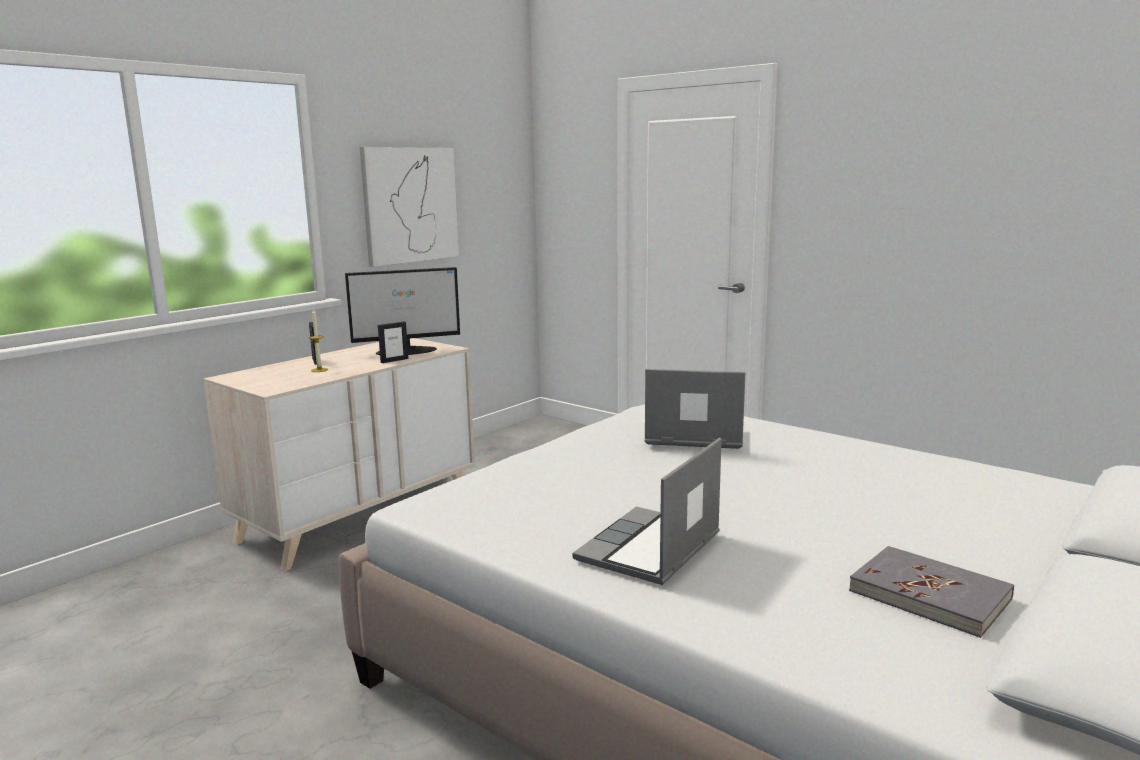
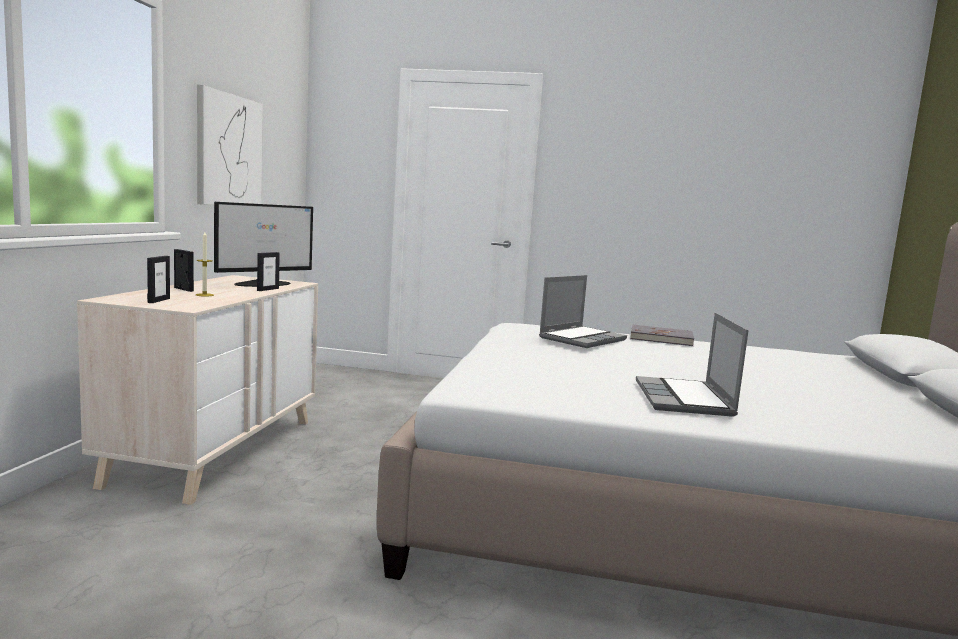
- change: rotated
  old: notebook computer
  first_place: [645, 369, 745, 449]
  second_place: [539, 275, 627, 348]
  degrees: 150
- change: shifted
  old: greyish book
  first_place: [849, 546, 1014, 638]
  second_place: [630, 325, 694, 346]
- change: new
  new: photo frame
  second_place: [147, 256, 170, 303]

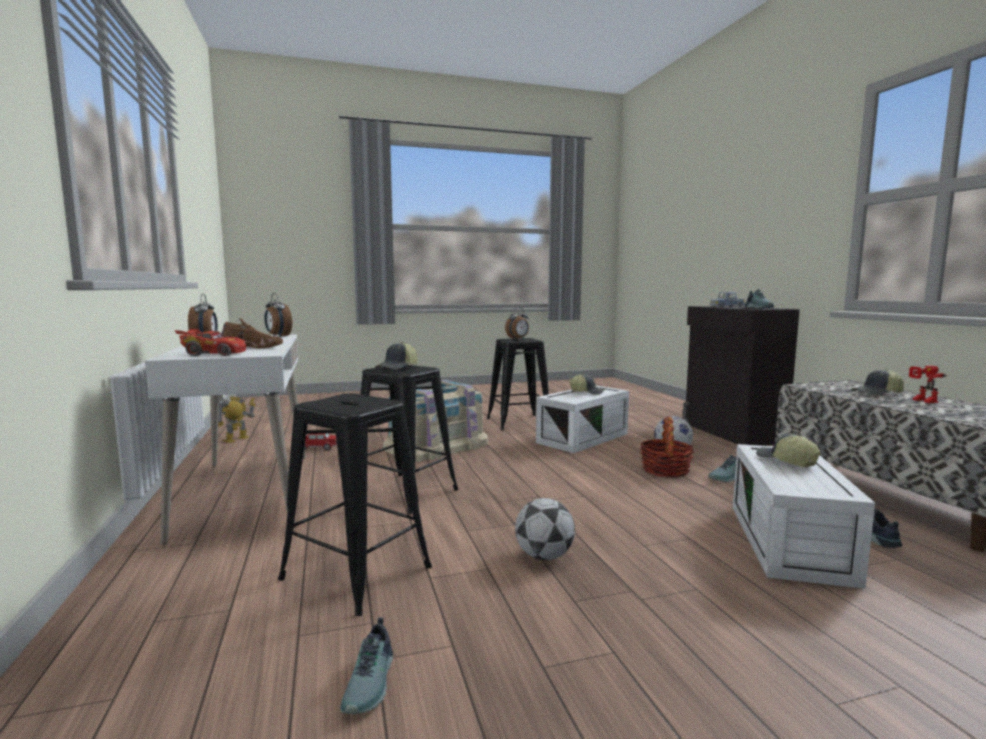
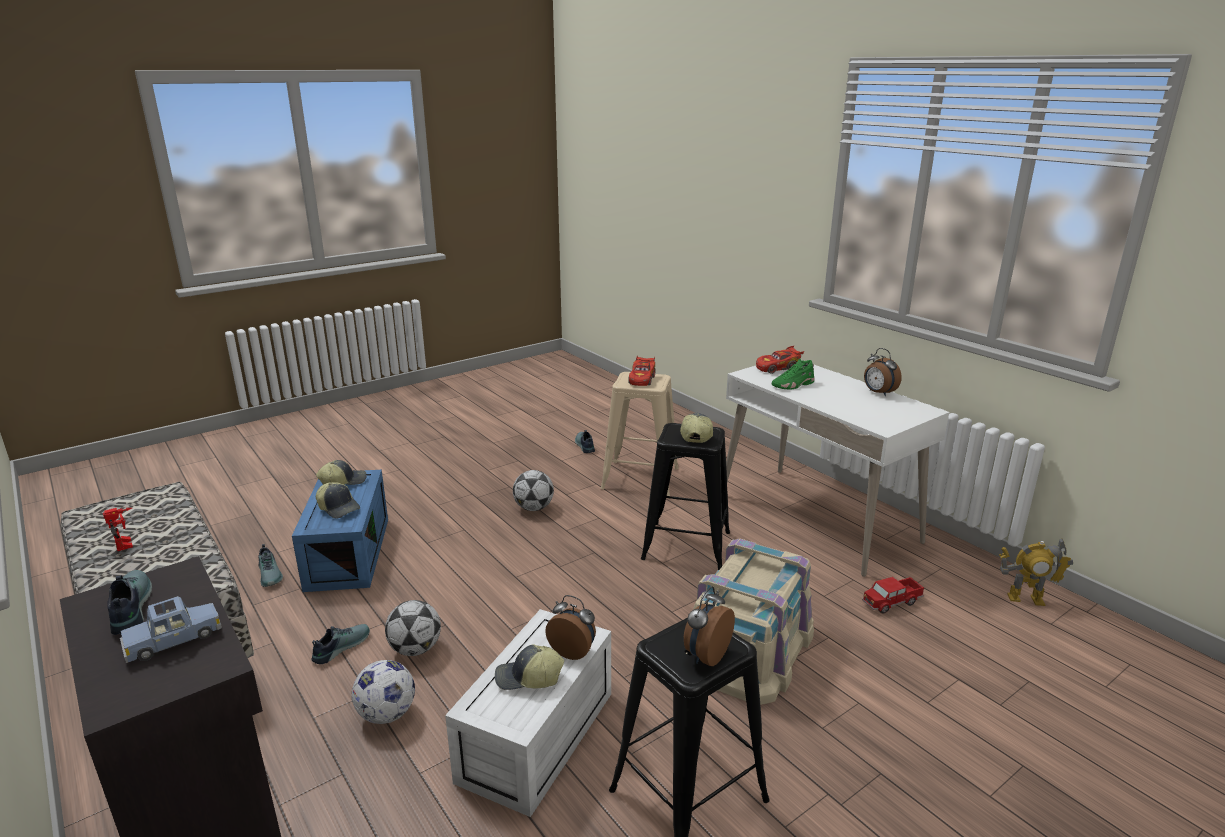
- change: shifted
  old: bedside clock
  first_place: [264, 293, 292, 337]
  second_place: [545, 595, 596, 660]
- change: repainted
  old: brown-coloured shoe
  new: green shoe
  first_place: [222, 318, 283, 349]
  second_place: [772, 358, 815, 390]
- change: shifted
  old: baseball cap
  first_place: [851, 369, 904, 395]
  second_place: [316, 460, 367, 485]
- change: repainted
  old: blackish sitting stool
  new: sand-coloured sitting stool
  first_place: [278, 393, 432, 616]
  second_place: [601, 372, 679, 496]
- change: rotated
  old: toy robot
  first_place: [218, 395, 256, 443]
  second_place: [999, 539, 1073, 606]
  degrees: 90
- change: swapped
  old: basket
  new: ball for football
  first_place: [640, 417, 694, 477]
  second_place: [385, 600, 441, 656]
- change: repainted
  old: whitish storage bin
  new: blue-coloured storage bin
  first_place: [733, 444, 875, 589]
  second_place: [292, 470, 388, 592]
- change: new
  new: red-coloured model car
  second_place: [628, 355, 655, 386]

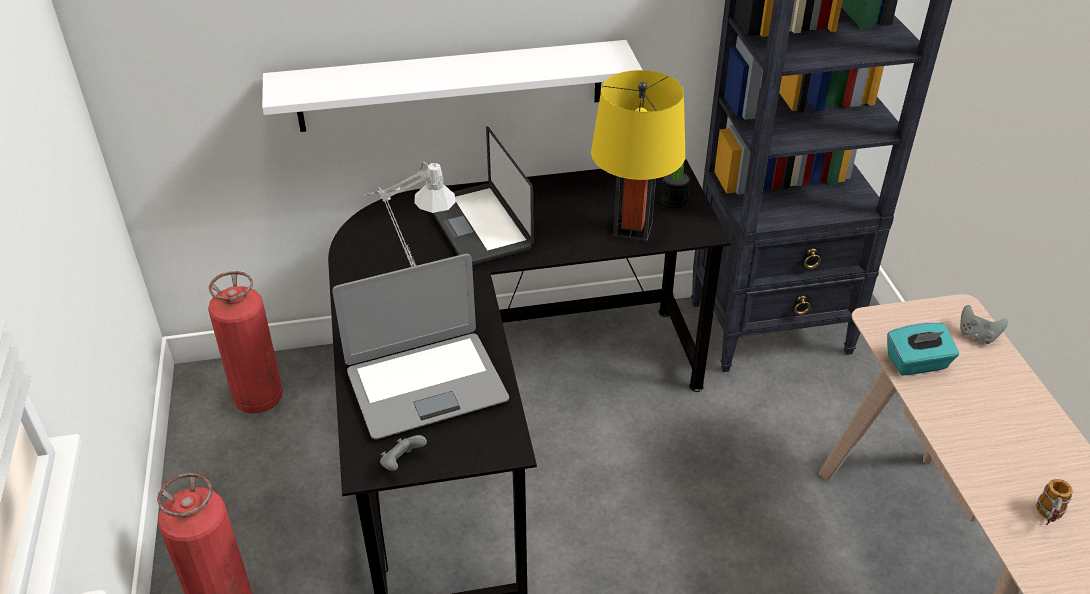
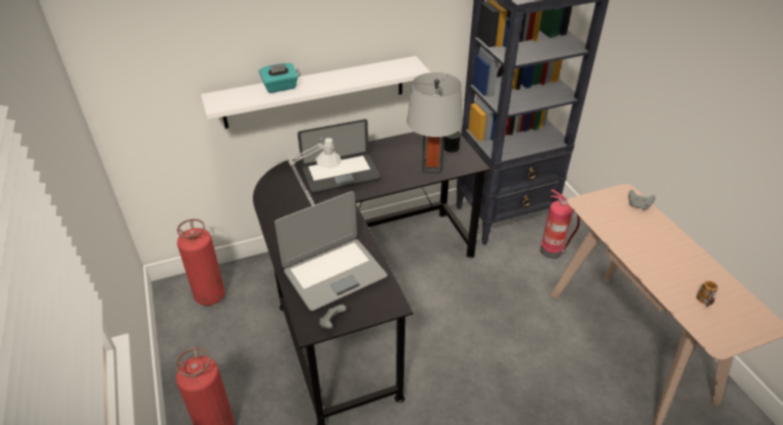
- change: repainted
  old: yellow-coloured lamp for a table
  new: greyish lamp for a table
  first_place: [591, 70, 686, 242]
  second_place: [407, 72, 463, 173]
- change: rotated
  old: notebook computer
  first_place: [433, 126, 534, 266]
  second_place: [298, 119, 380, 194]
  degrees: -75
- change: shifted
  old: turquoise-coloured box of tissues
  first_place: [887, 322, 959, 375]
  second_place: [259, 63, 298, 93]
- change: new
  new: fire extinguisher
  second_place: [540, 189, 580, 259]

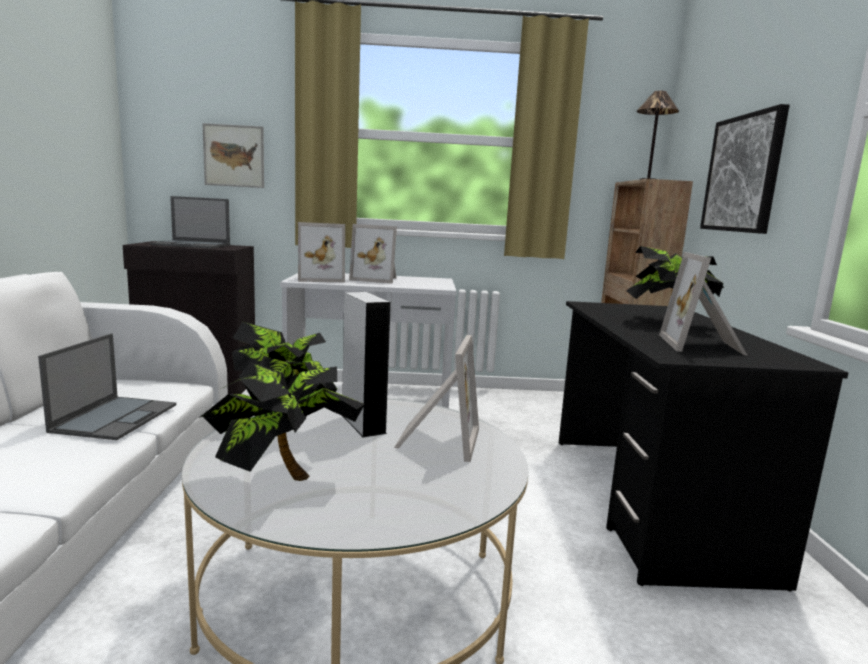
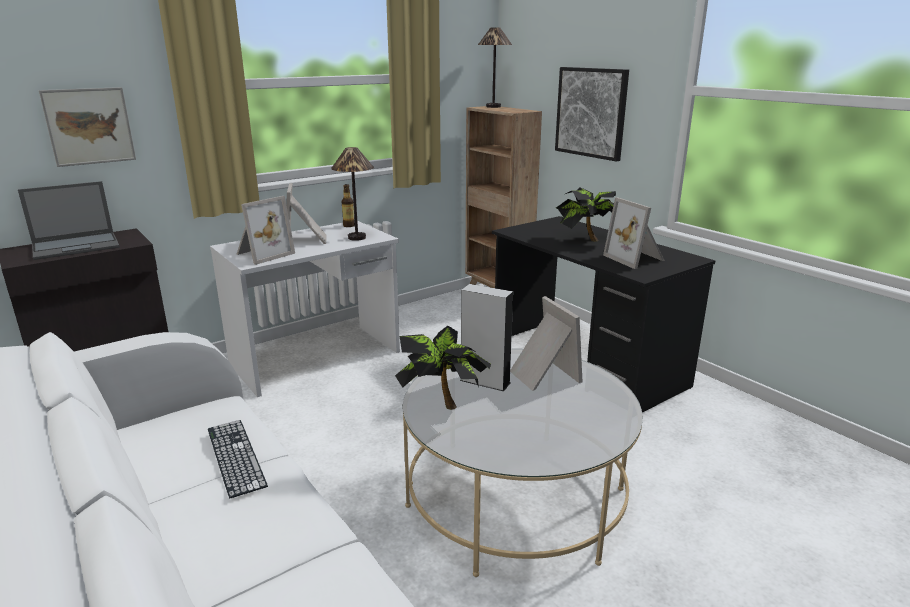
- change: rotated
  old: photo frame
  first_place: [349, 224, 397, 283]
  second_place: [286, 183, 326, 244]
  degrees: 105
- change: swapped
  old: notebook computer
  new: keyboard
  first_place: [38, 333, 176, 440]
  second_place: [208, 420, 268, 498]
- change: gone
  old: houseplant
  first_place: [199, 362, 365, 481]
- change: new
  new: lamp for a table
  second_place: [331, 147, 374, 241]
- change: new
  new: bottle
  second_place: [342, 184, 355, 227]

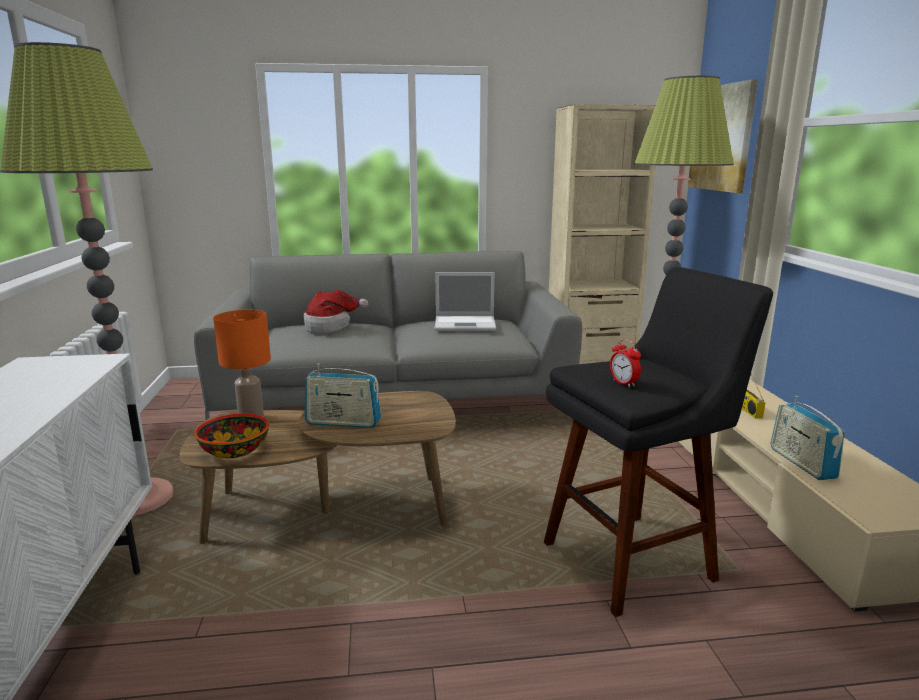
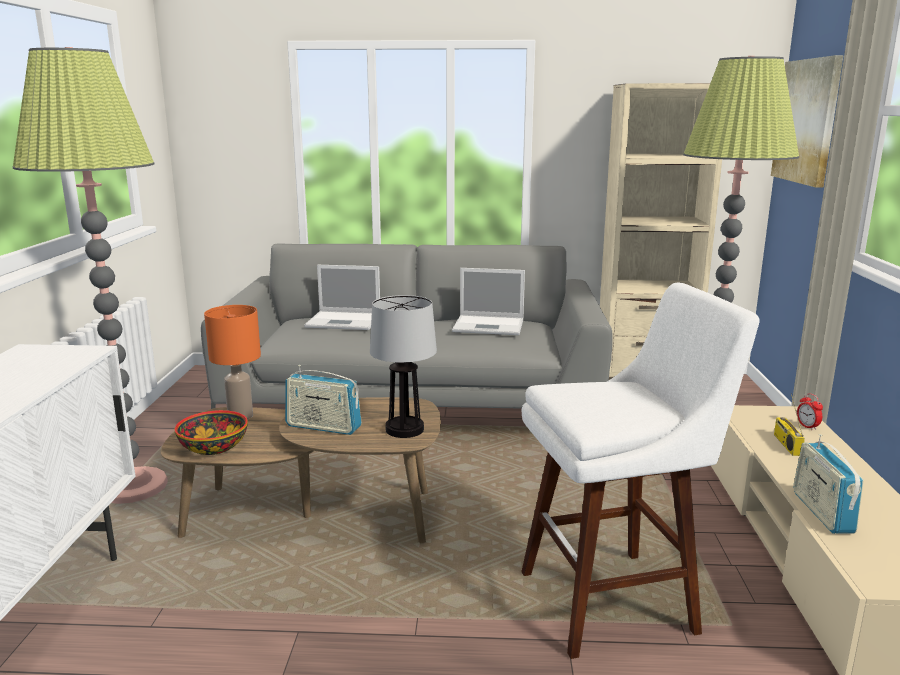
- change: repainted
  old: blackish sitting stool
  new: whitish sitting stool
  first_place: [544, 267, 773, 617]
  second_place: [521, 283, 760, 659]
- change: swapped
  old: clothing hat
  new: notebook computer
  first_place: [304, 290, 368, 334]
  second_place: [304, 265, 380, 330]
- change: shifted
  old: bedside clock
  first_place: [610, 339, 641, 388]
  second_place: [797, 393, 823, 430]
- change: new
  new: lamp for a table
  second_place: [370, 295, 437, 438]

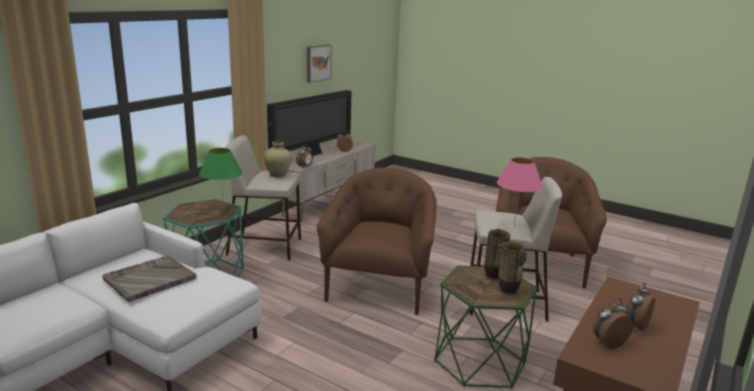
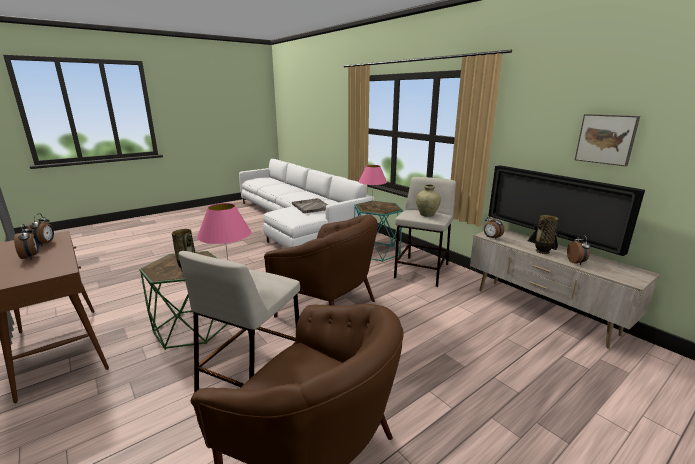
- change: repainted
  old: green lamp for a table
  new: pink lamp for a table
  first_place: [199, 148, 242, 214]
  second_place: [359, 165, 387, 201]
- change: shifted
  old: decorative vase
  first_place: [498, 242, 527, 295]
  second_place: [535, 215, 559, 254]

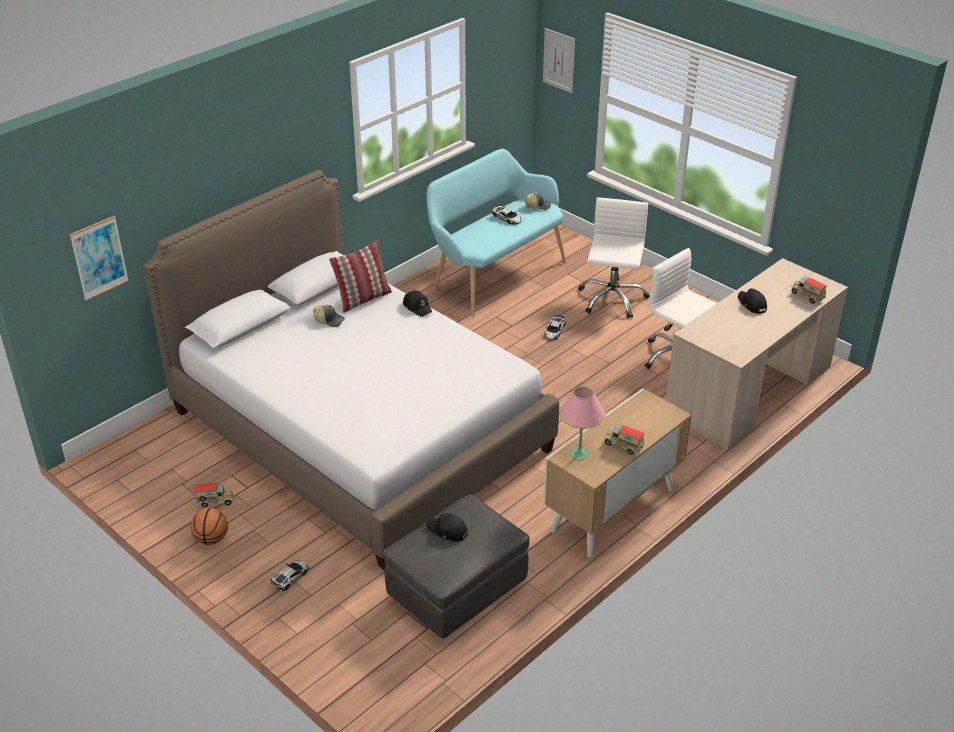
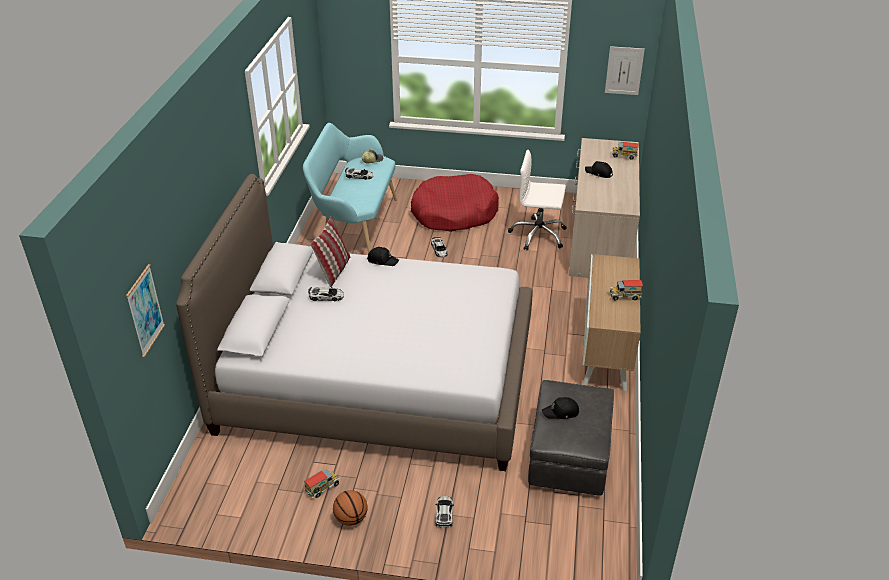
- change: shifted
  old: wall art
  first_place: [543, 28, 575, 93]
  second_place: [605, 46, 645, 95]
- change: swapped
  old: whitish office chair
  new: red-coloured pet bed
  first_place: [578, 197, 649, 318]
  second_place: [411, 174, 499, 232]
- change: swapped
  old: baseball cap
  new: model car
  first_place: [313, 305, 345, 327]
  second_place: [308, 287, 344, 301]
- change: gone
  old: pink lamp for a table
  first_place: [559, 386, 605, 460]

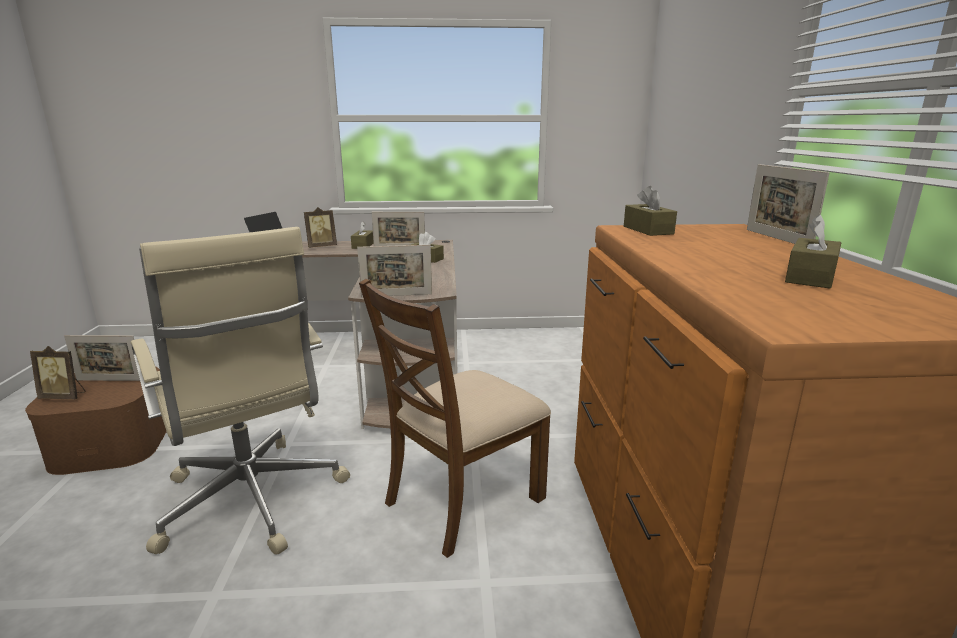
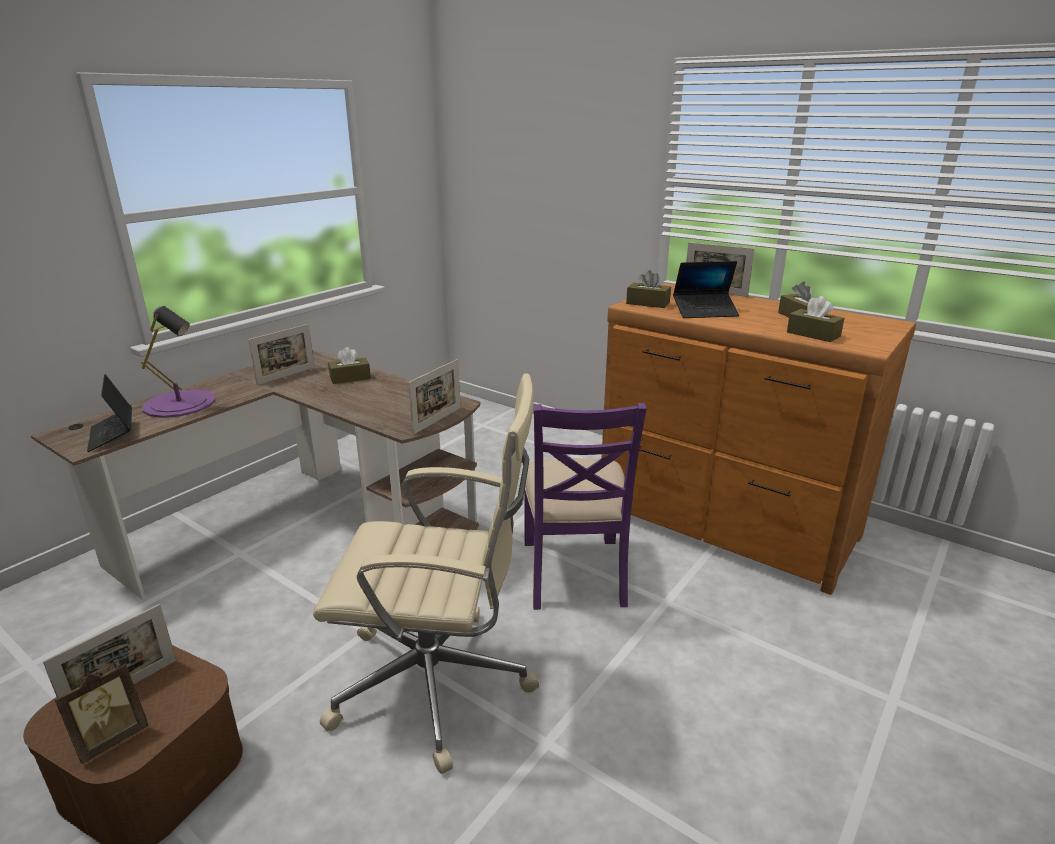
- change: swapped
  old: photo frame
  new: purplish lamp for a table
  first_place: [304, 207, 337, 248]
  second_place: [141, 306, 216, 418]
- change: shifted
  old: brown-coloured box of tissues
  first_place: [351, 221, 374, 249]
  second_place: [787, 296, 844, 342]
- change: repainted
  old: brown-coloured chair
  new: purplish chair
  first_place: [359, 278, 551, 558]
  second_place: [524, 403, 647, 610]
- change: new
  new: notebook computer
  second_place: [673, 261, 740, 318]

